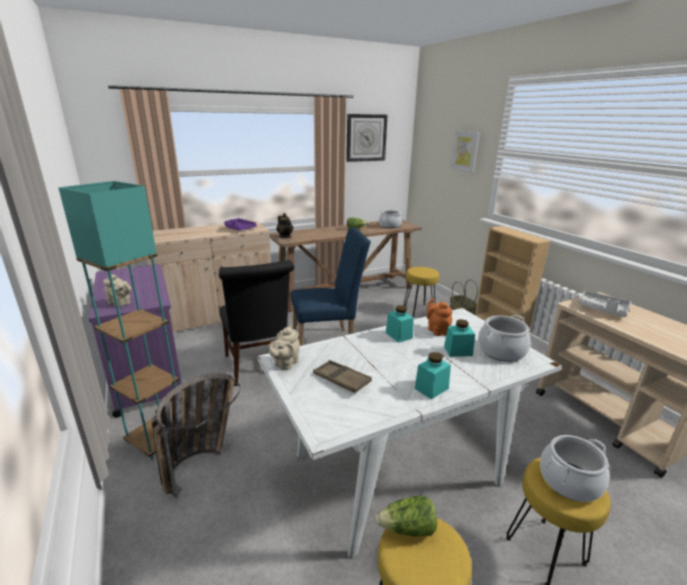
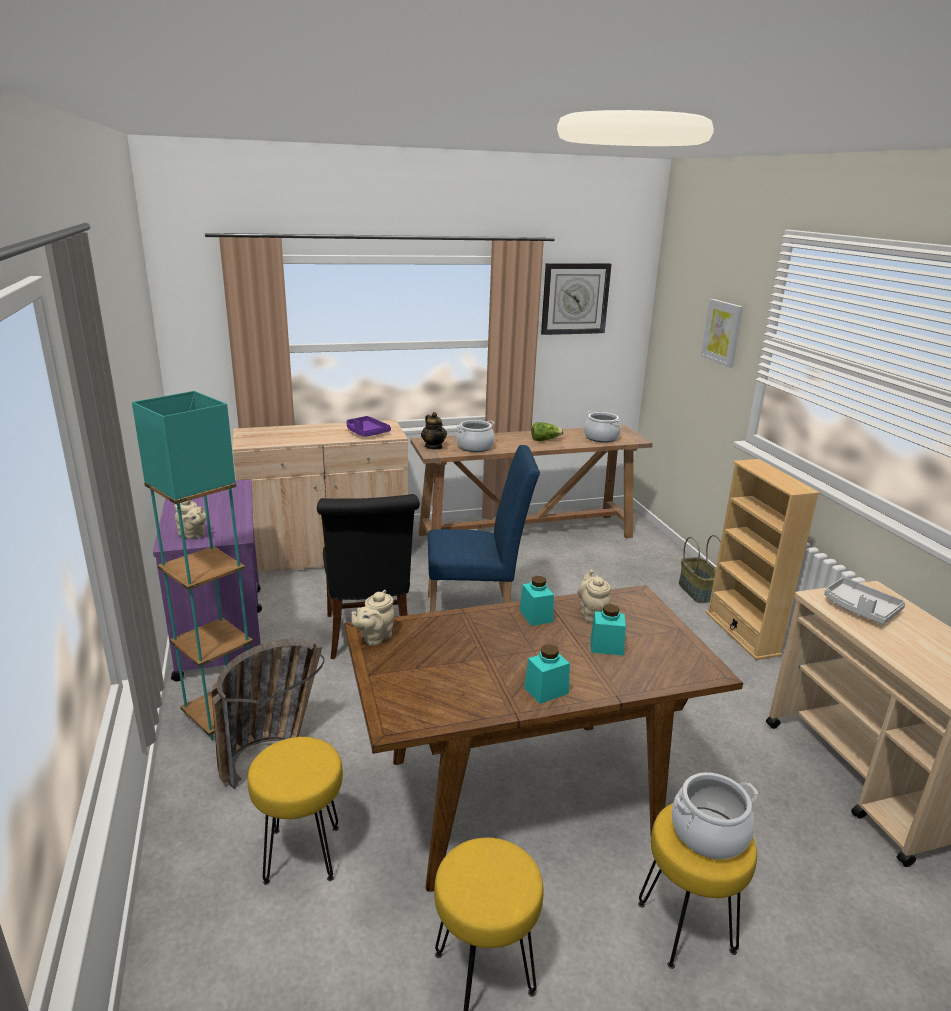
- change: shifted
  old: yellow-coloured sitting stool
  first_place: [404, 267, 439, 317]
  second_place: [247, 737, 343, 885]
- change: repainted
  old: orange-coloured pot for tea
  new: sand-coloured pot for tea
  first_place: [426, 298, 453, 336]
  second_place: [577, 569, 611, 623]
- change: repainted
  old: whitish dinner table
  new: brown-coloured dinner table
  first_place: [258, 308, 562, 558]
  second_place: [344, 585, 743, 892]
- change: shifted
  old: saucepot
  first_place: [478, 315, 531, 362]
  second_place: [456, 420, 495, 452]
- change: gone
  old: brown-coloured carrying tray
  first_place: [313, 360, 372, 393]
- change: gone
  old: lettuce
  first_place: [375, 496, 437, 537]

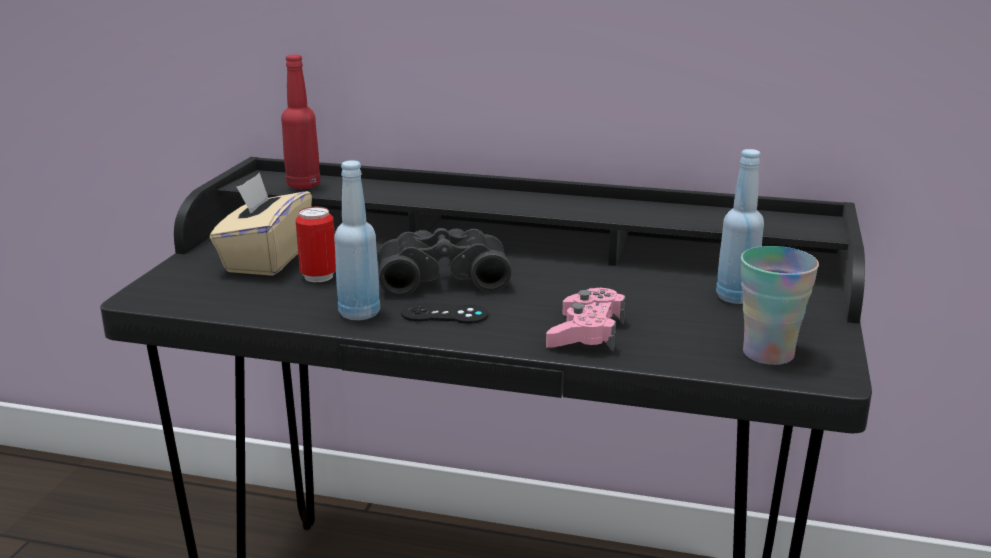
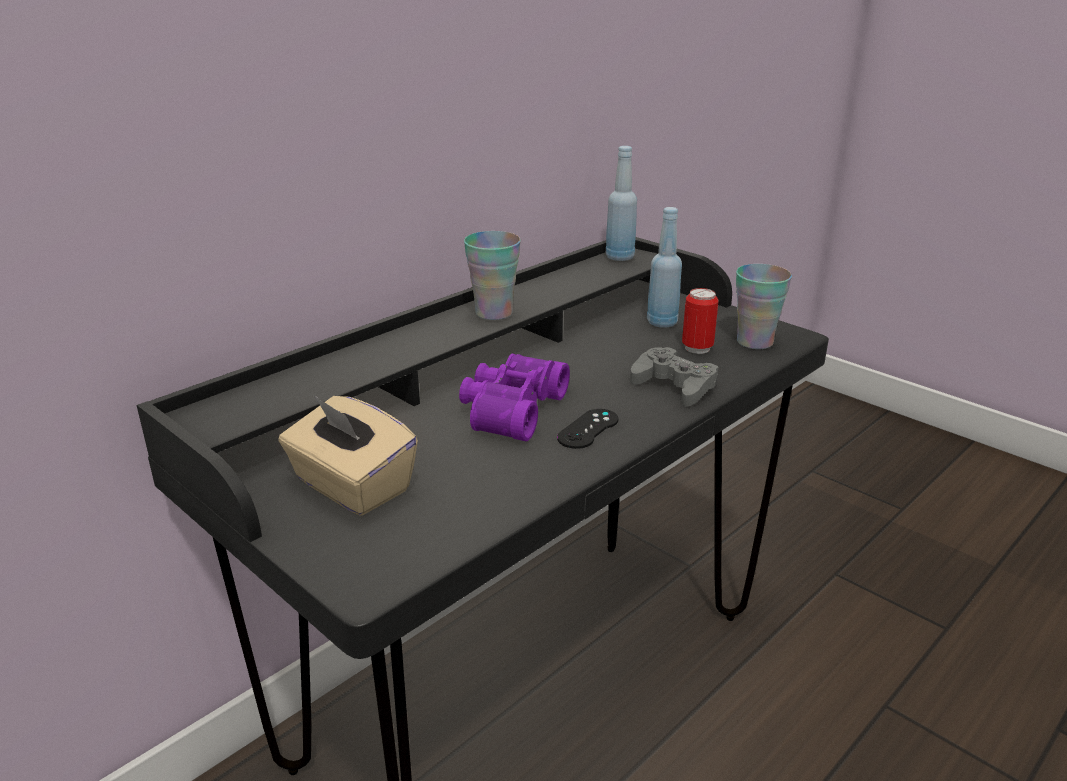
- change: gone
  old: red-coloured bottle
  first_place: [281, 55, 320, 189]
- change: shifted
  old: blue-coloured bottle
  first_place: [334, 160, 380, 320]
  second_place: [606, 146, 637, 261]
- change: shifted
  old: metal can
  first_place: [296, 207, 336, 282]
  second_place: [682, 288, 719, 354]
- change: repainted
  old: blackish binoculars
  new: purplish binoculars
  first_place: [378, 228, 512, 297]
  second_place: [459, 354, 570, 441]
- change: repainted
  old: pink game controller
  new: greyish game controller
  first_place: [546, 288, 626, 352]
  second_place: [630, 347, 719, 407]
- change: new
  new: drinking cup
  second_place: [464, 231, 521, 320]

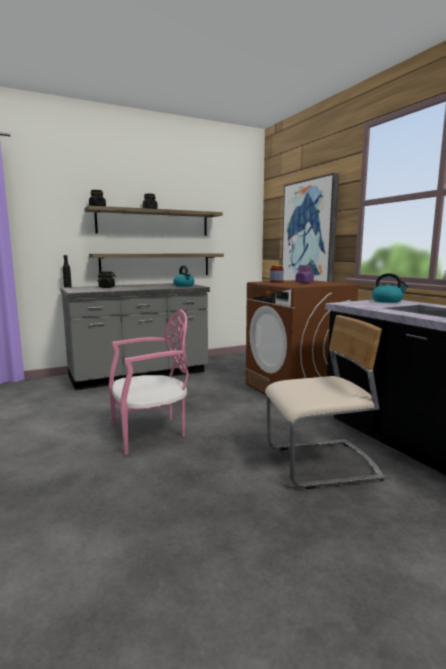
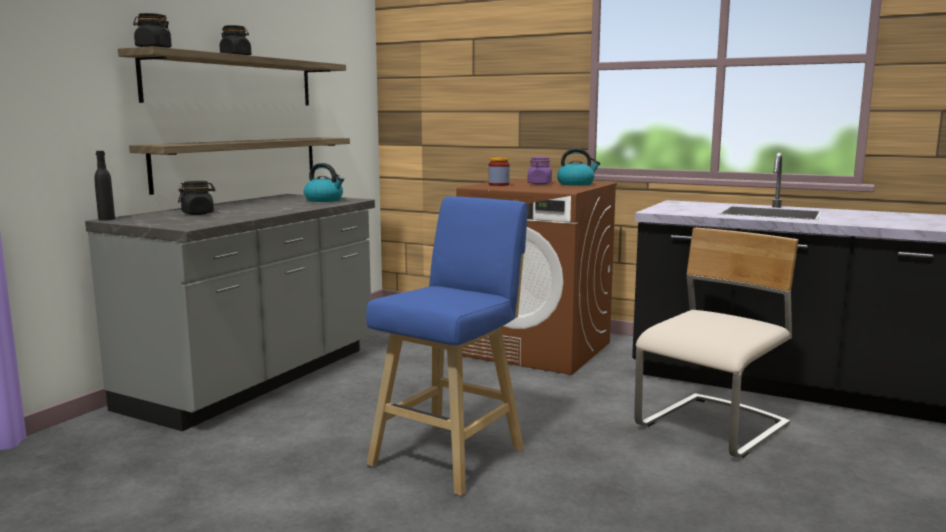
- change: gone
  old: wall art
  first_place: [282, 173, 339, 282]
- change: shifted
  old: tea kettle
  first_place: [372, 273, 409, 303]
  second_place: [557, 148, 600, 186]
- change: swapped
  old: pink chair
  new: blue-coloured sitting stool
  first_place: [109, 310, 189, 455]
  second_place: [366, 196, 527, 496]

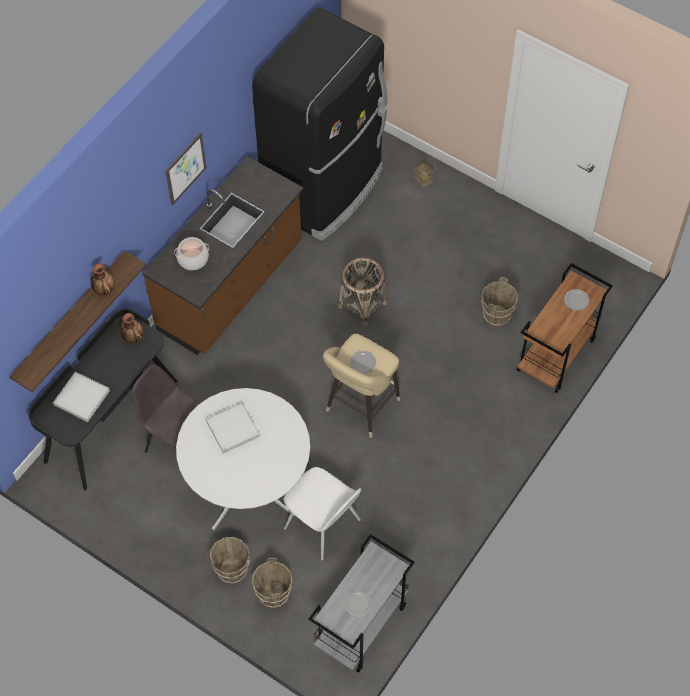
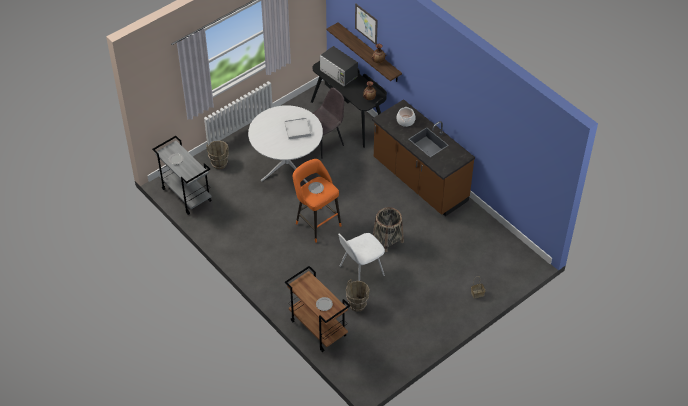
- change: gone
  old: blackish kitchen fridge
  first_place: [252, 7, 387, 241]
- change: shifted
  old: wall art
  first_place: [165, 133, 207, 206]
  second_place: [355, 3, 378, 45]
- change: repainted
  old: sand-coloured sitting stool
  new: orange-coloured sitting stool
  first_place: [323, 334, 400, 438]
  second_place: [293, 159, 341, 243]
- change: swapped
  old: whitish carrying tray
  new: microwave oven
  first_place: [53, 371, 110, 422]
  second_place: [320, 46, 358, 86]
- change: shifted
  old: whitish chair
  first_place: [284, 467, 362, 561]
  second_place: [338, 233, 385, 281]
- change: gone
  old: brown-coloured bucket
  first_place: [209, 537, 250, 584]

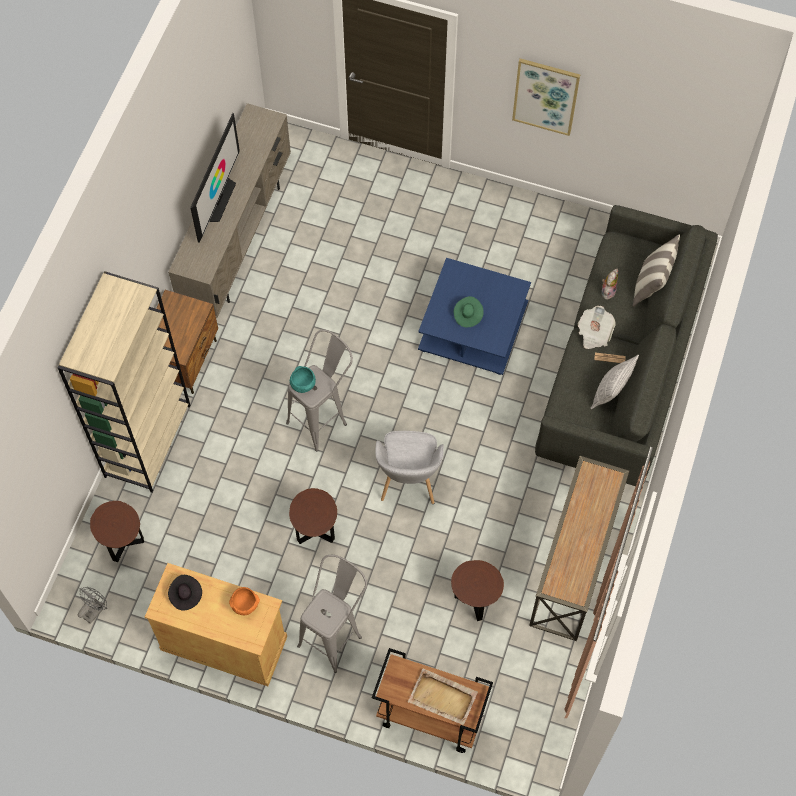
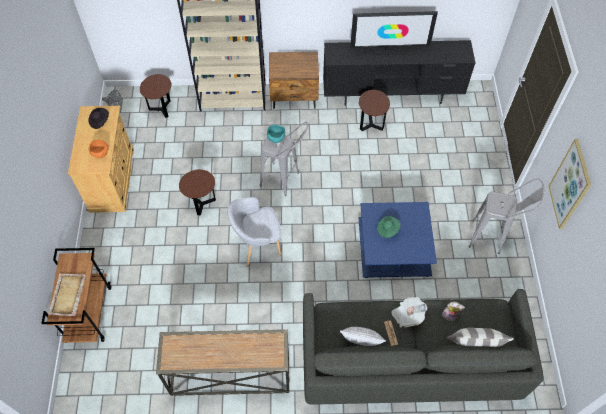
- change: repainted
  old: sand-coloured tv stand
  new: blackish tv stand
  first_place: [168, 103, 291, 318]
  second_place: [323, 40, 475, 106]
- change: shifted
  old: greyish sitting stool
  first_place: [297, 555, 367, 673]
  second_place: [469, 178, 544, 254]
- change: shifted
  old: brown-coloured accent table
  first_place: [451, 560, 504, 621]
  second_place: [359, 90, 390, 131]

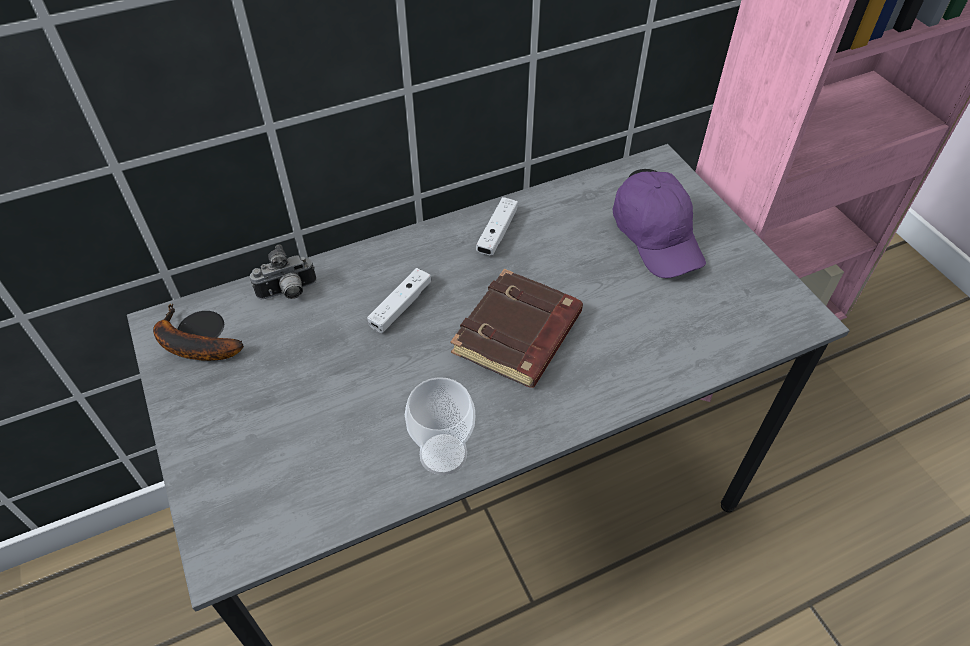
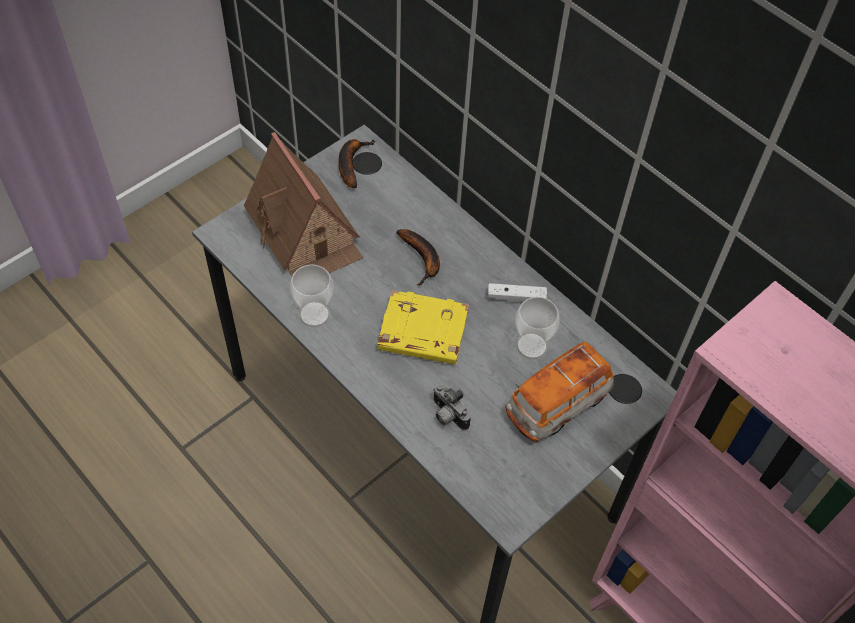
- change: swapped
  old: purplish baseball cap
  new: model car
  first_place: [613, 171, 706, 278]
  second_place: [505, 342, 614, 442]
- change: shifted
  old: still camera
  first_place: [250, 245, 317, 299]
  second_place: [433, 384, 471, 430]
- change: swapped
  old: whitish game controller
  new: banana
  first_place: [367, 268, 432, 333]
  second_place: [396, 229, 440, 285]
- change: repainted
  old: brown-coloured book
  new: yellow-coloured book
  first_place: [450, 269, 583, 388]
  second_place: [378, 290, 469, 365]
- change: new
  new: miniature house
  second_place: [244, 132, 364, 276]
- change: new
  new: drinking cup
  second_place: [515, 297, 560, 359]

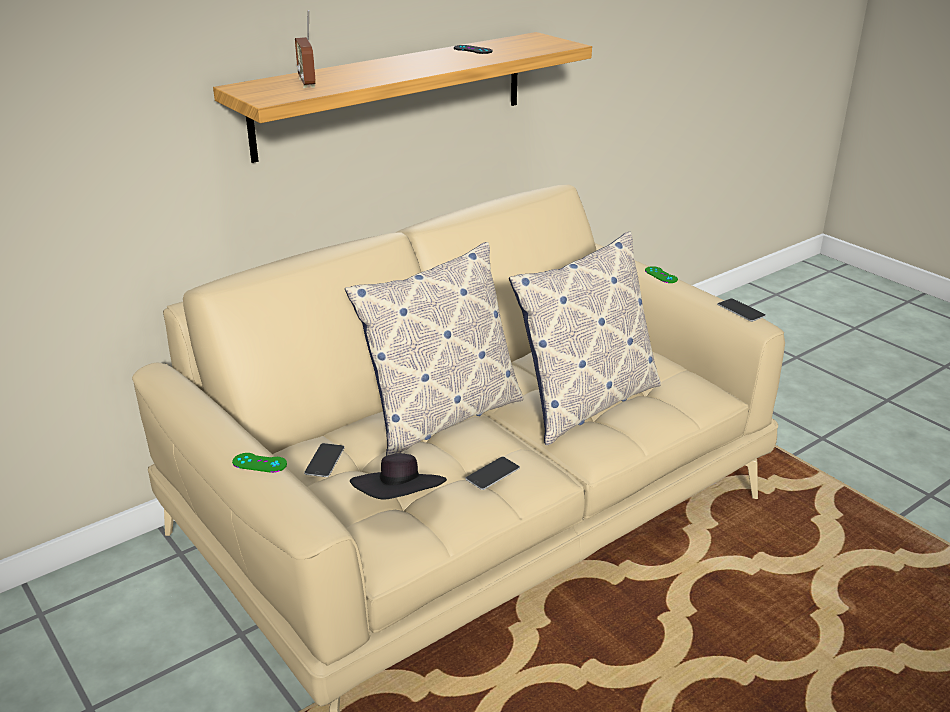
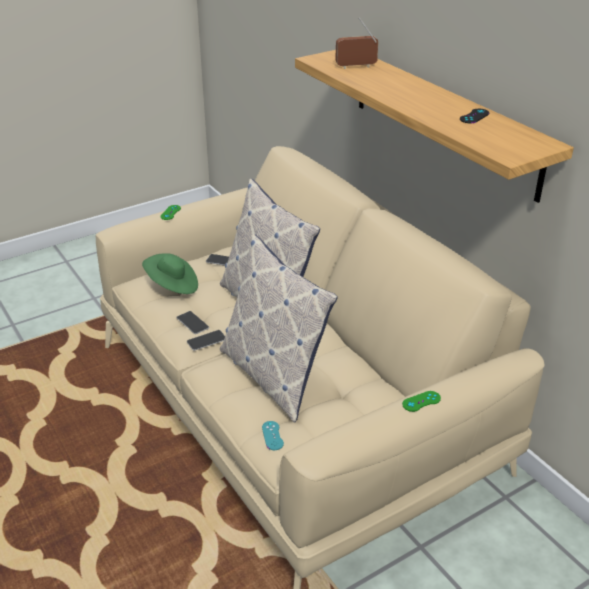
- change: shifted
  old: telephone
  first_place: [717, 298, 766, 322]
  second_place: [187, 330, 225, 351]
- change: repainted
  old: blackish clothing hat
  new: green clothing hat
  first_place: [350, 453, 447, 500]
  second_place: [142, 253, 198, 294]
- change: new
  new: turquoise-coloured game controller
  second_place: [262, 421, 284, 450]

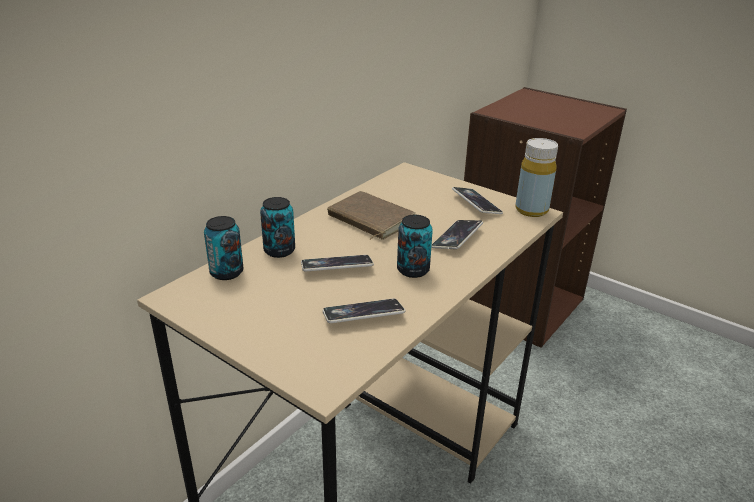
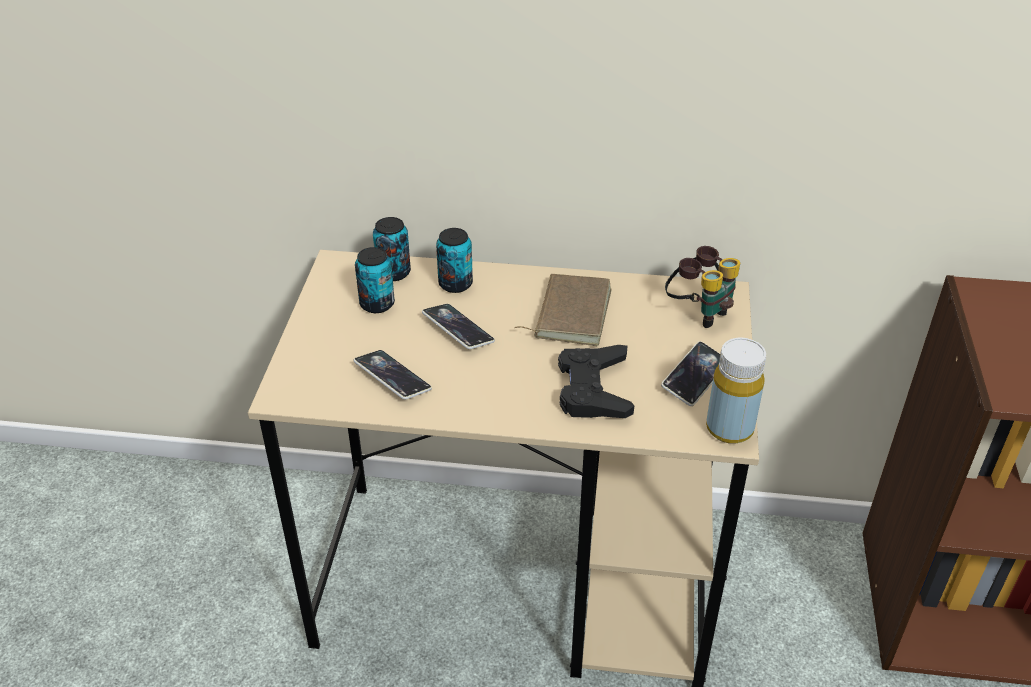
- change: shifted
  old: metal can
  first_place: [397, 215, 433, 278]
  second_place: [355, 247, 395, 313]
- change: swapped
  old: telephone
  new: blackish game controller
  first_place: [431, 220, 483, 249]
  second_place: [558, 345, 634, 418]
- change: new
  new: binoculars
  second_place: [665, 246, 740, 328]

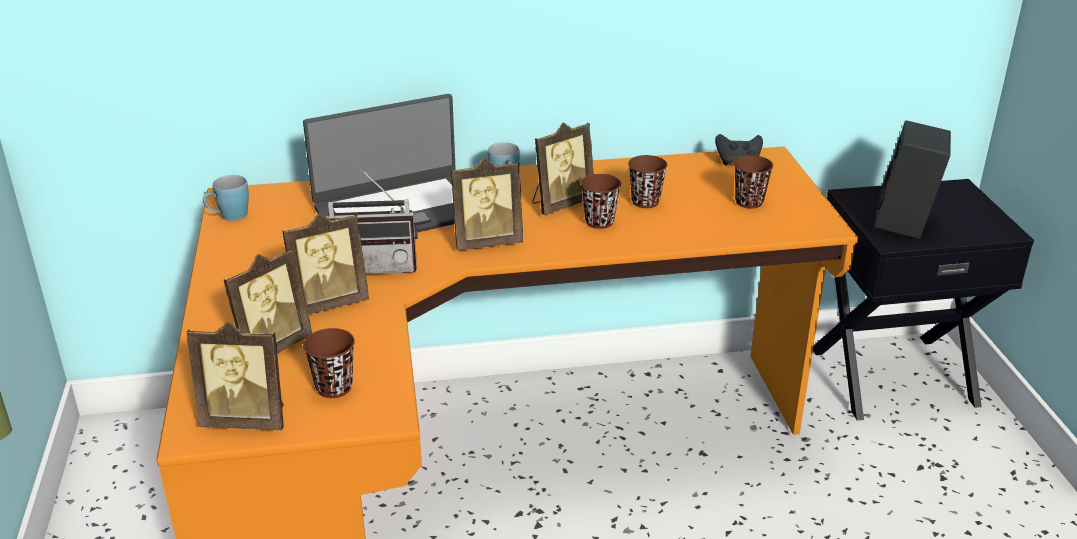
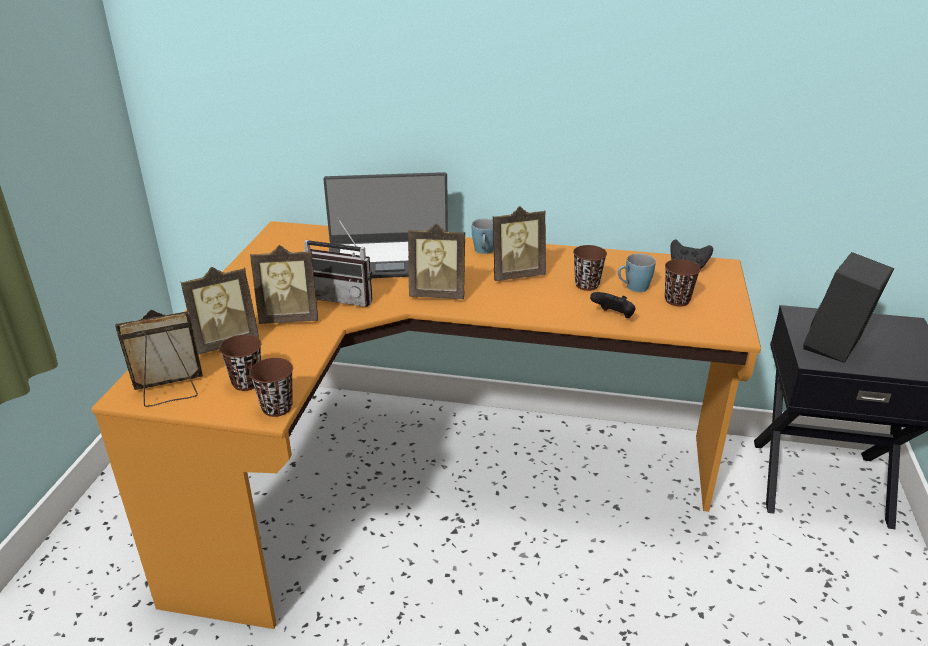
- change: shifted
  old: brown-coloured drinking cup
  first_place: [581, 174, 621, 229]
  second_place: [249, 358, 293, 417]
- change: shifted
  old: blue-coloured tea mug
  first_place: [203, 175, 249, 221]
  second_place: [618, 253, 656, 292]
- change: rotated
  old: photo frame
  first_place: [187, 322, 284, 430]
  second_place: [115, 310, 203, 407]
  degrees: 135
- change: new
  new: blackish game controller
  second_place: [590, 292, 636, 318]

